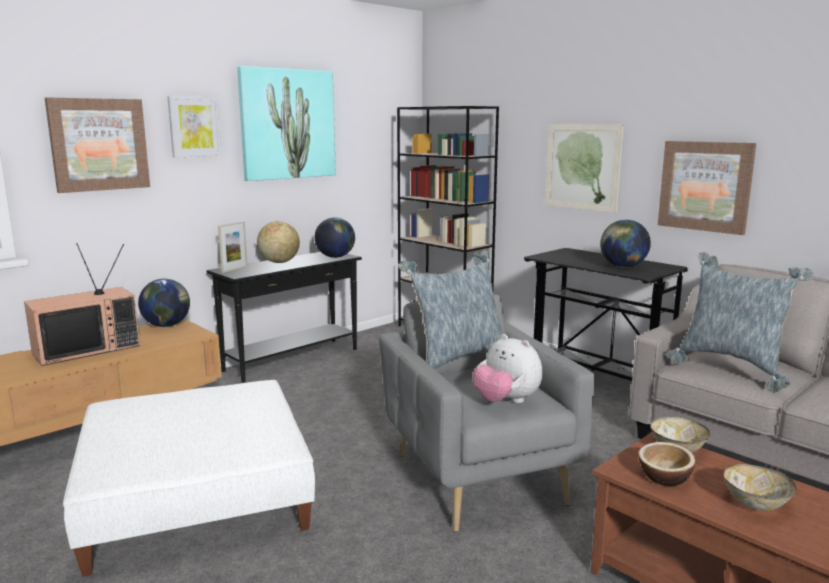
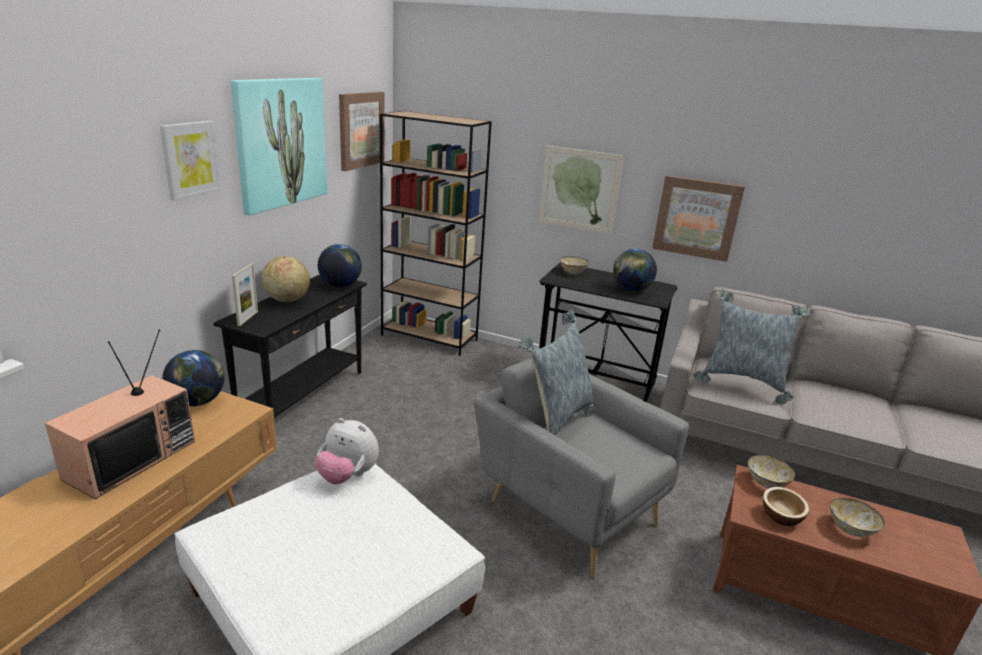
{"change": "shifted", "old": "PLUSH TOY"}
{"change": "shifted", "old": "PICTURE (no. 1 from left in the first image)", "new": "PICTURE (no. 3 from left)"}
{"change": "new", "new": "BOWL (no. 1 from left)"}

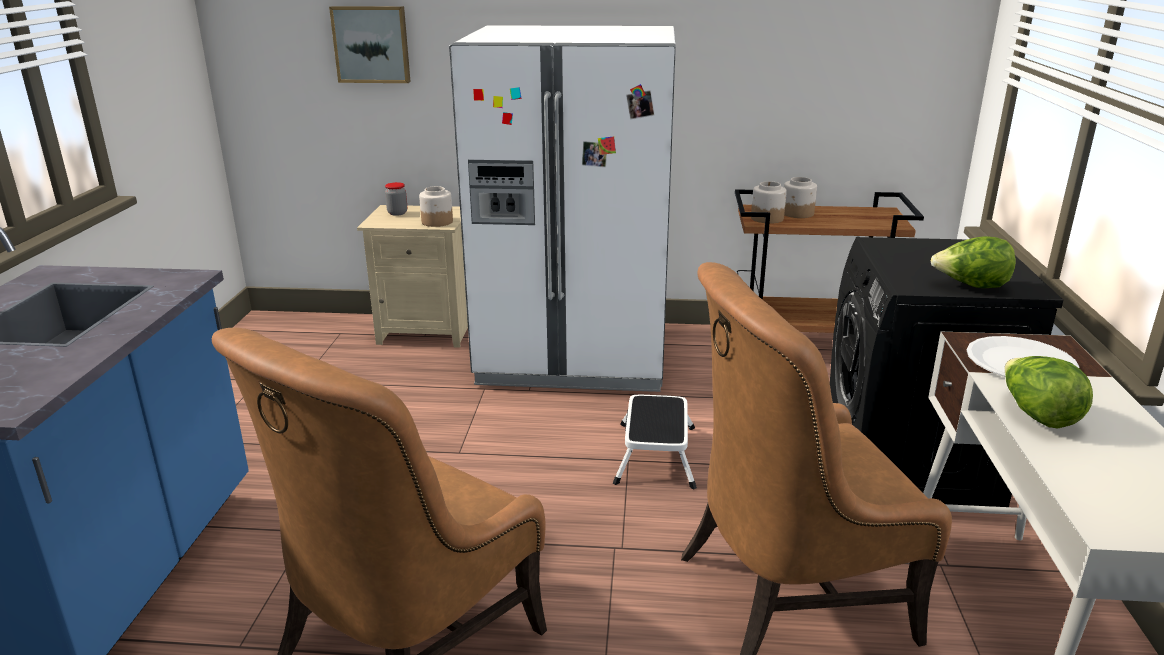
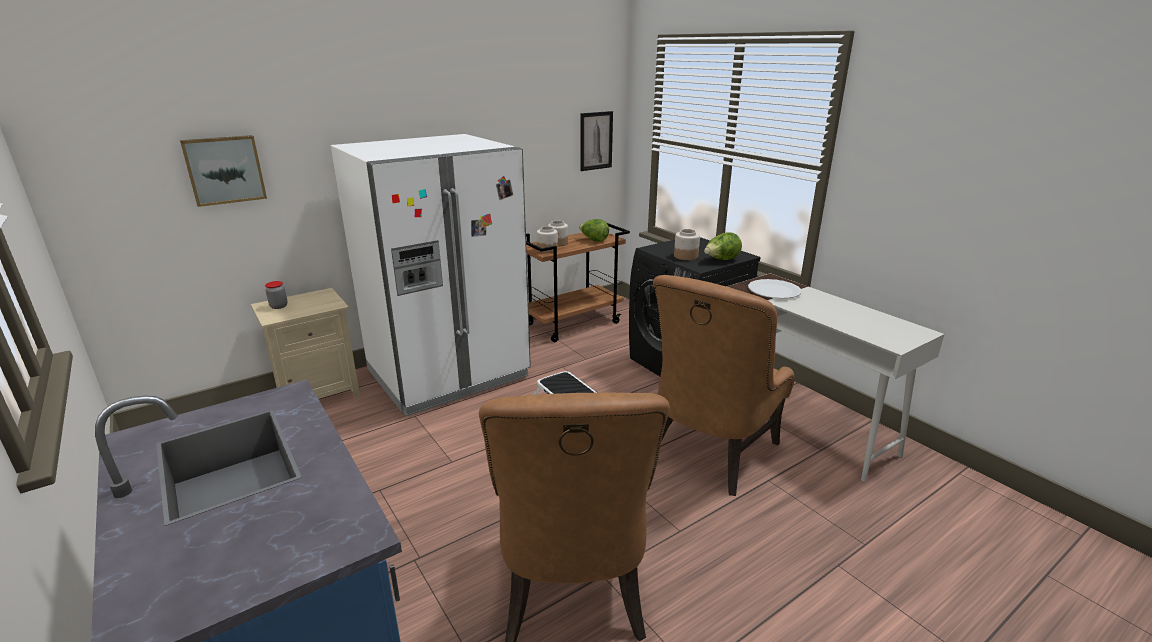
{"change": "shifted", "old": "LETTUCE (no. 2 from left in the first image)", "new": "LETTUCE (no. 1 from left)"}
{"change": "new", "new": "PICTURE (no. 2 from left)"}
{"change": "shifted", "old": "JAR (no. 2 from left in the first image)", "new": "JAR (no. 4 from left)"}

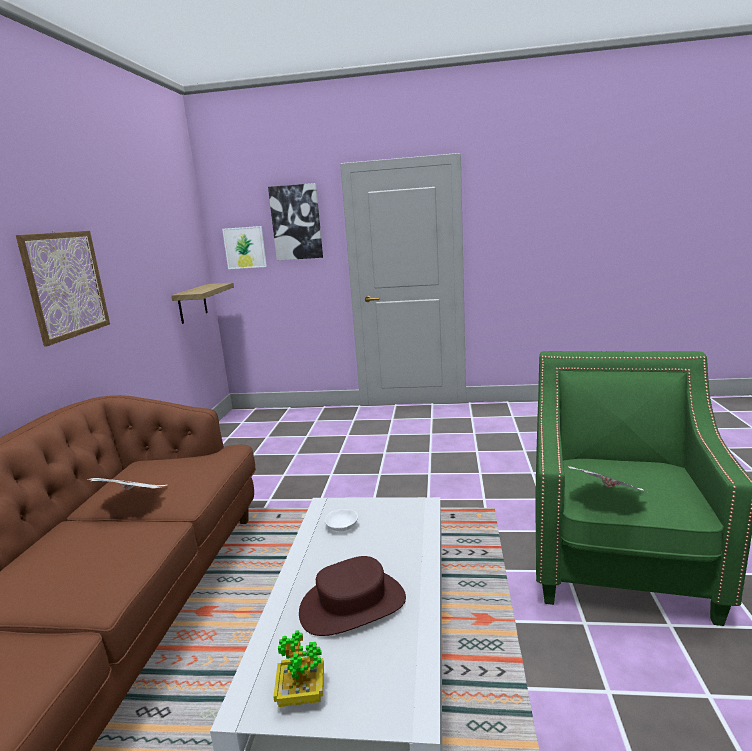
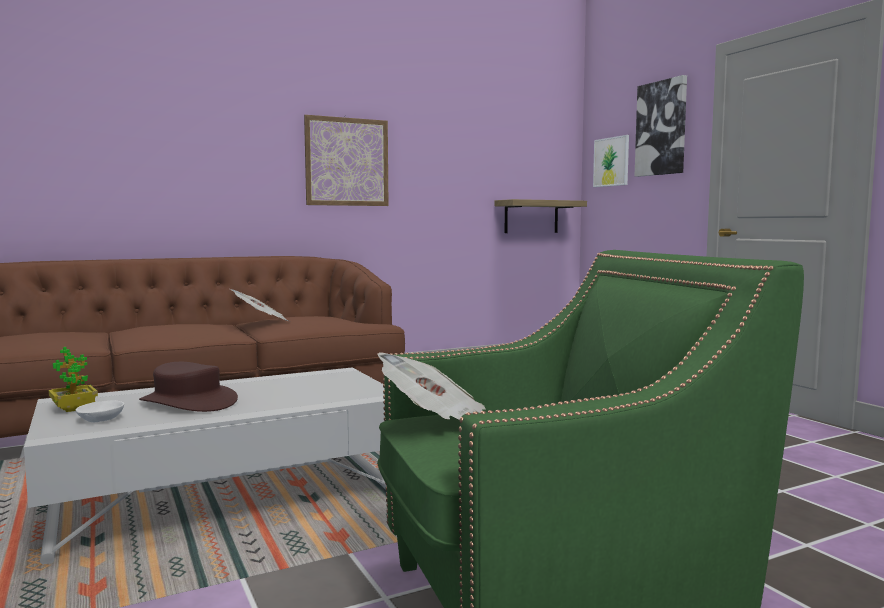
{"change": "shifted", "old": "WHITE BOWL"}

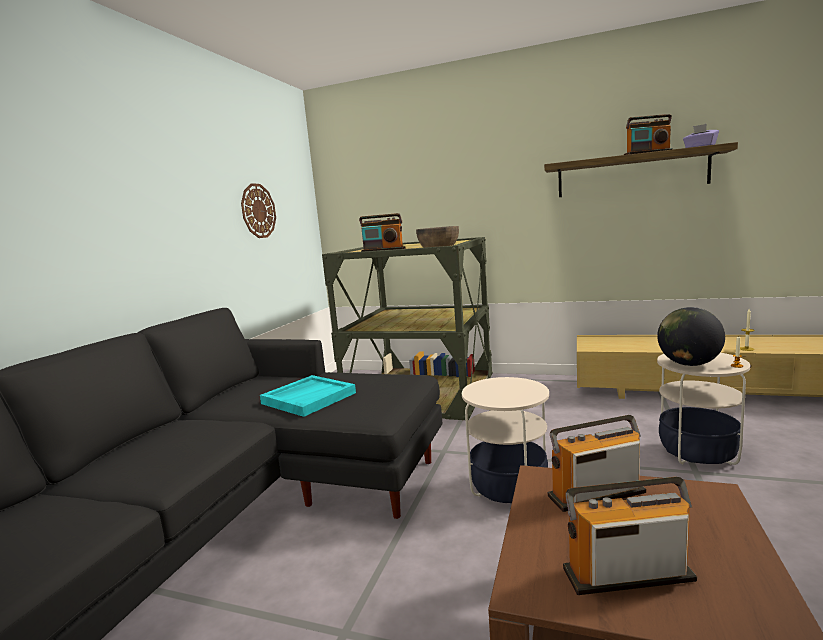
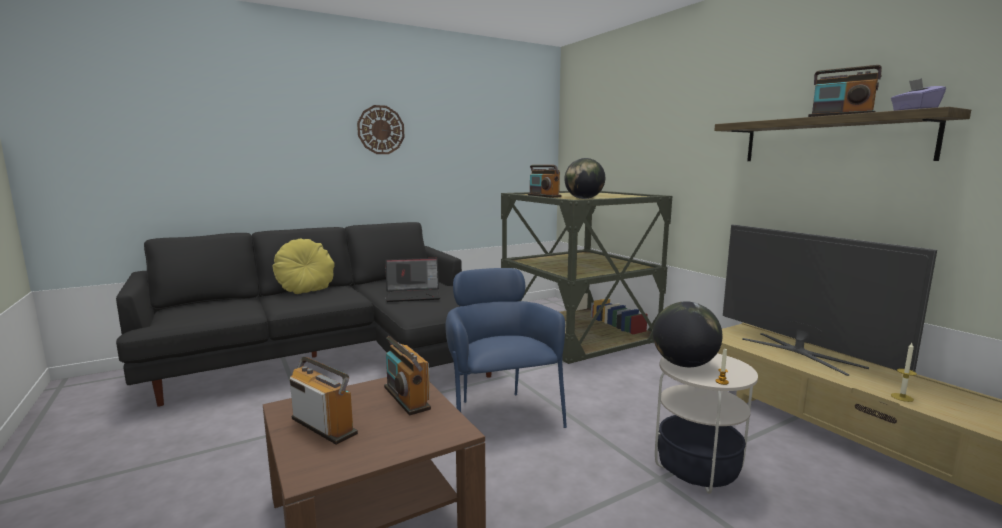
{"change": "new", "new": "YELLOW PILLOW"}
{"change": "shifted", "old": "WALL CLOCK"}
{"change": "rotated", "old": "RADIO (no. 2 from left)", "degrees": -150}
{"change": "swapped", "old": "TURQUOISE TRAY", "new": "LAPTOP"}
{"change": "swapped", "old": "BEIGE SIDE TABLE (no. 1 from left)", "new": "BLUE ARMCHAIR"}
{"change": "swapped", "old": "BROWN BOWL", "new": "GLOBE (no. 1 from left)"}
{"change": "new", "new": "TELEVISION"}

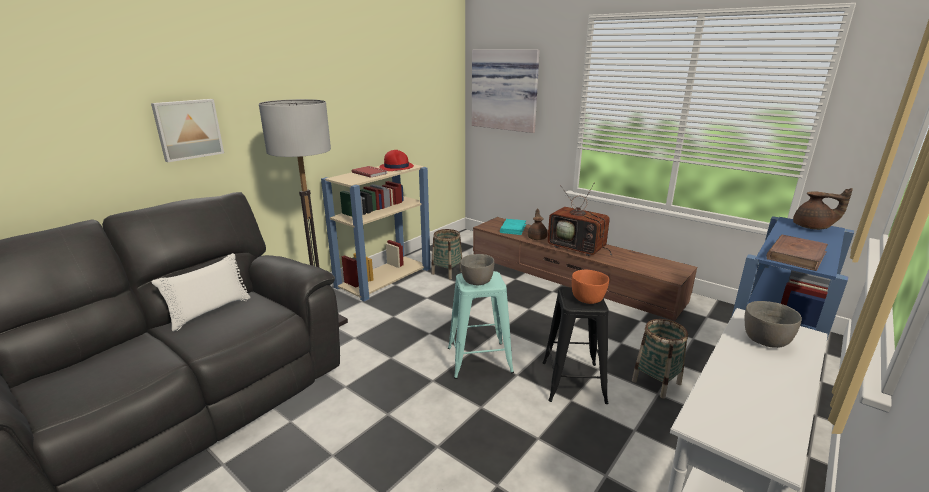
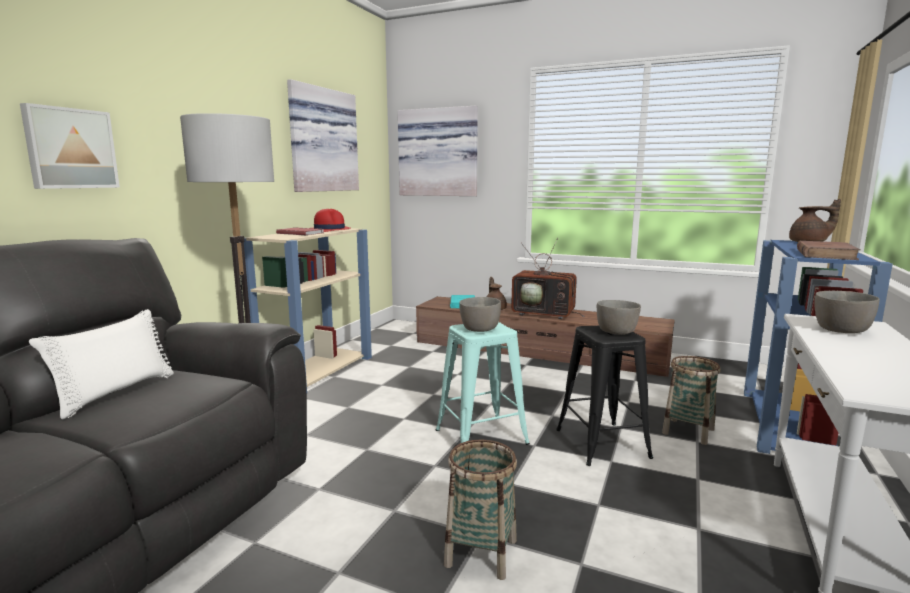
{"change": "new", "new": "PICTURE (no. 2 from left)"}
{"change": "shifted", "old": "BASKET (no. 1 from left)"}
{"change": "repainted", "old": "ORANGE BOWL", "new": "GREY BOWL (no. 2 from left)"}

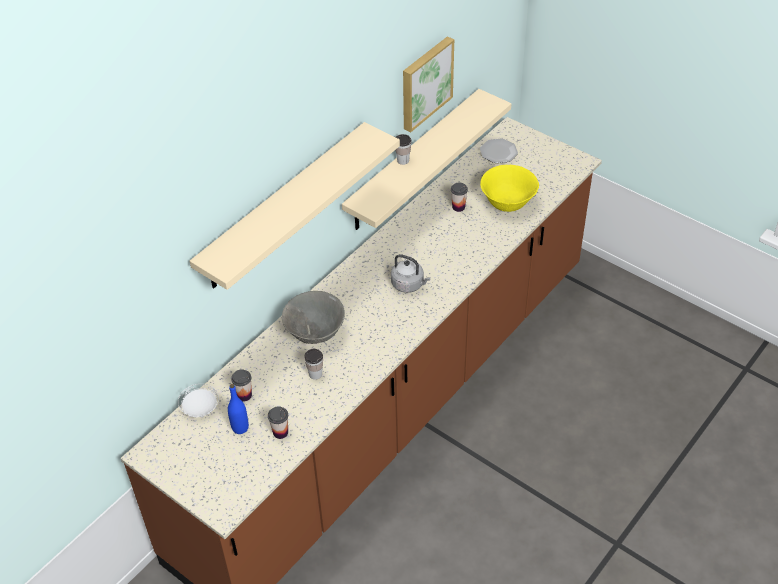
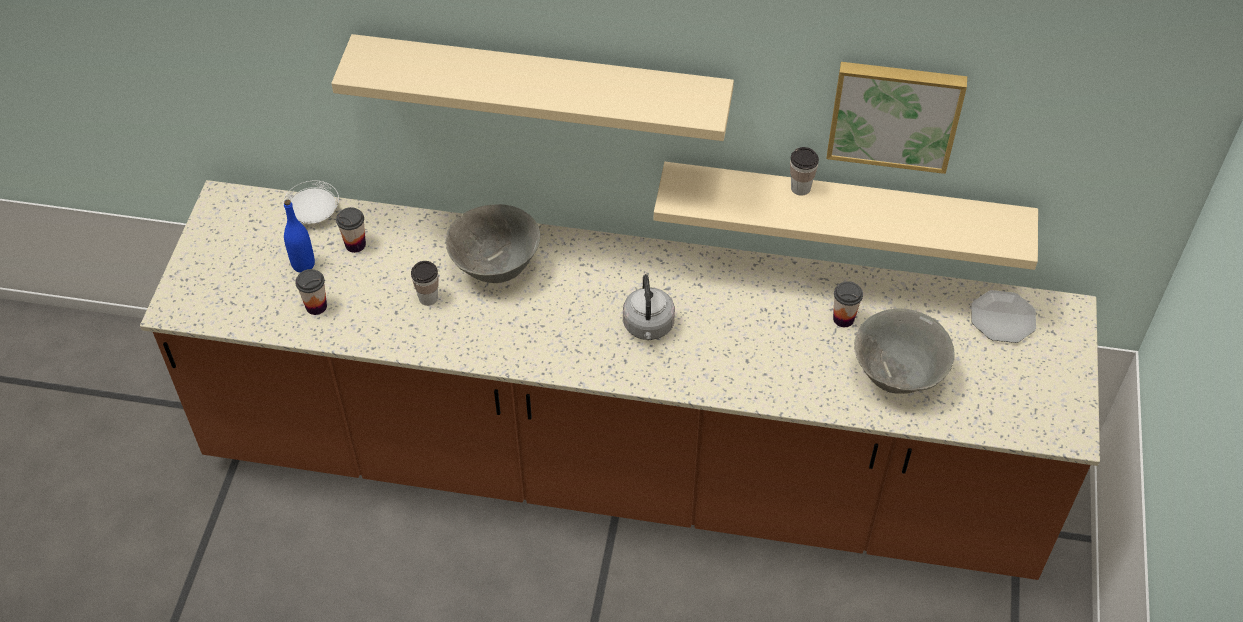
{"change": "repainted", "old": "YELLOW BOWL", "new": "GREY BOWL (no. 2 from left)"}

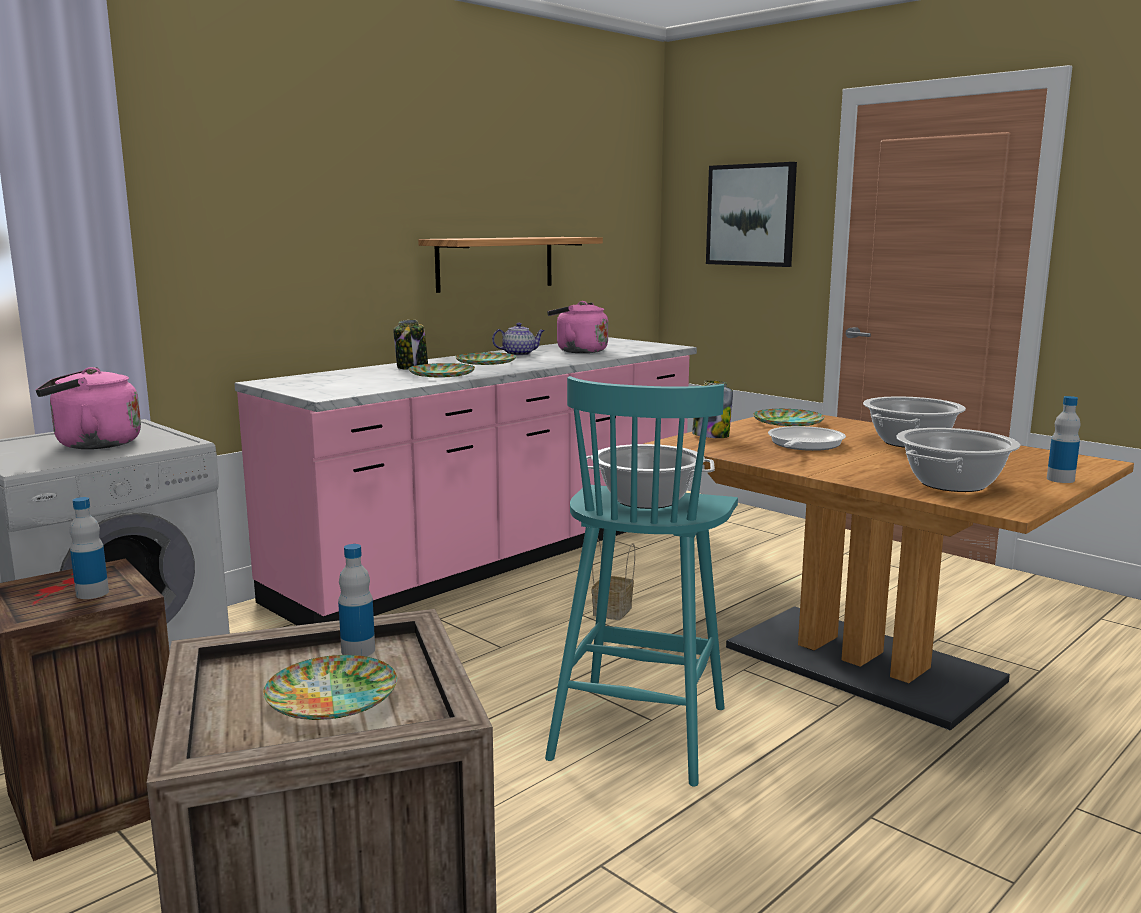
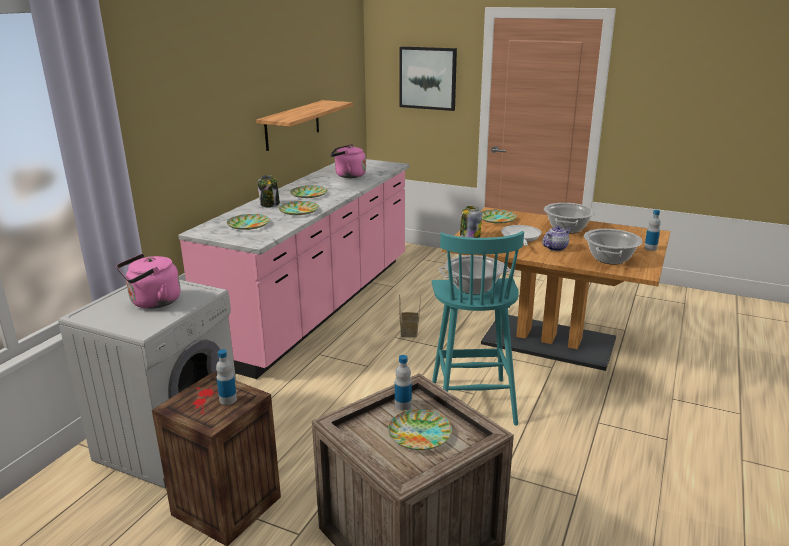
{"change": "new", "new": "PLATE (no. 1 from left)"}
{"change": "shifted", "old": "TEAPOT"}

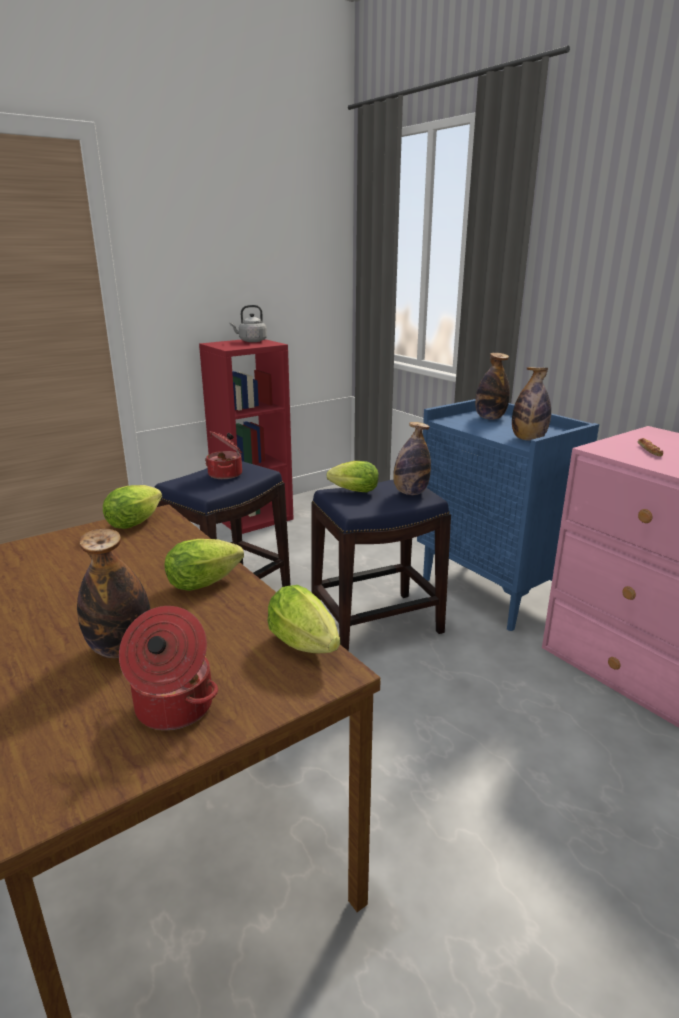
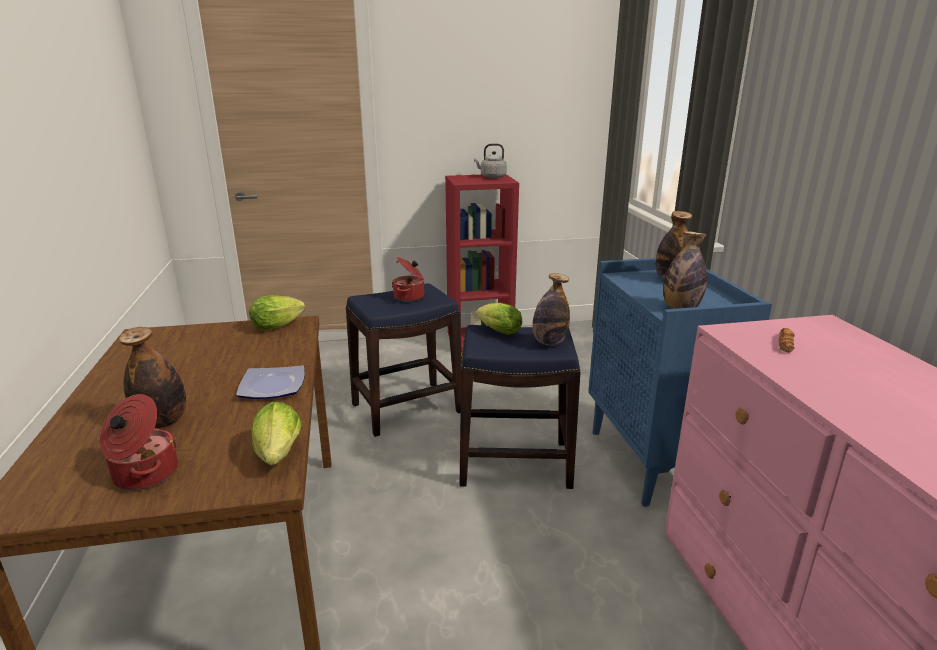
{"change": "swapped", "old": "LETTUCE (no. 2 from left)", "new": "PLATE"}

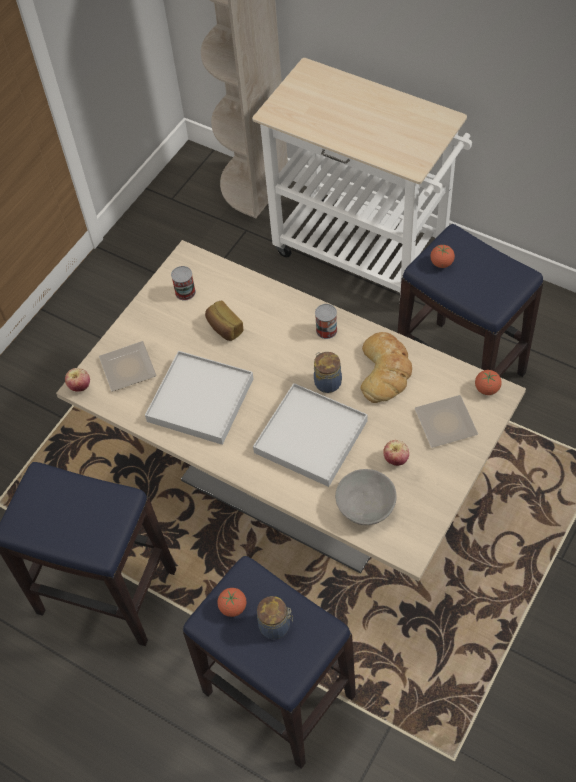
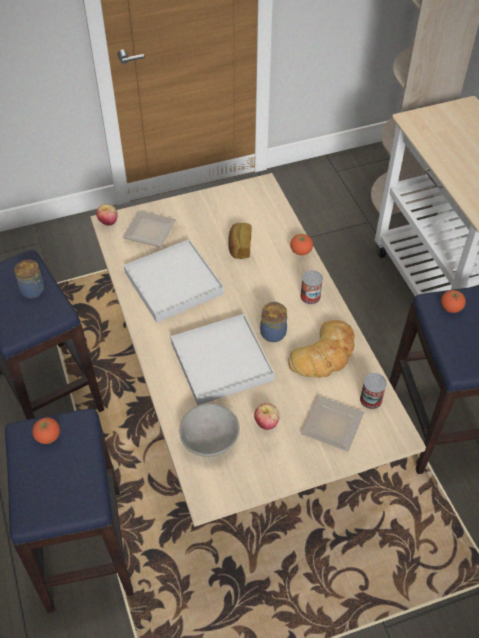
{"change": "shifted", "old": "JAR (no. 1 from left)"}
{"change": "shifted", "old": "TOMATO (no. 3 from left in the first image)", "new": "TOMATO (no. 2 from left)"}
{"change": "shifted", "old": "CAN (no. 1 from left in the first image)", "new": "CAN (no. 2 from left)"}

